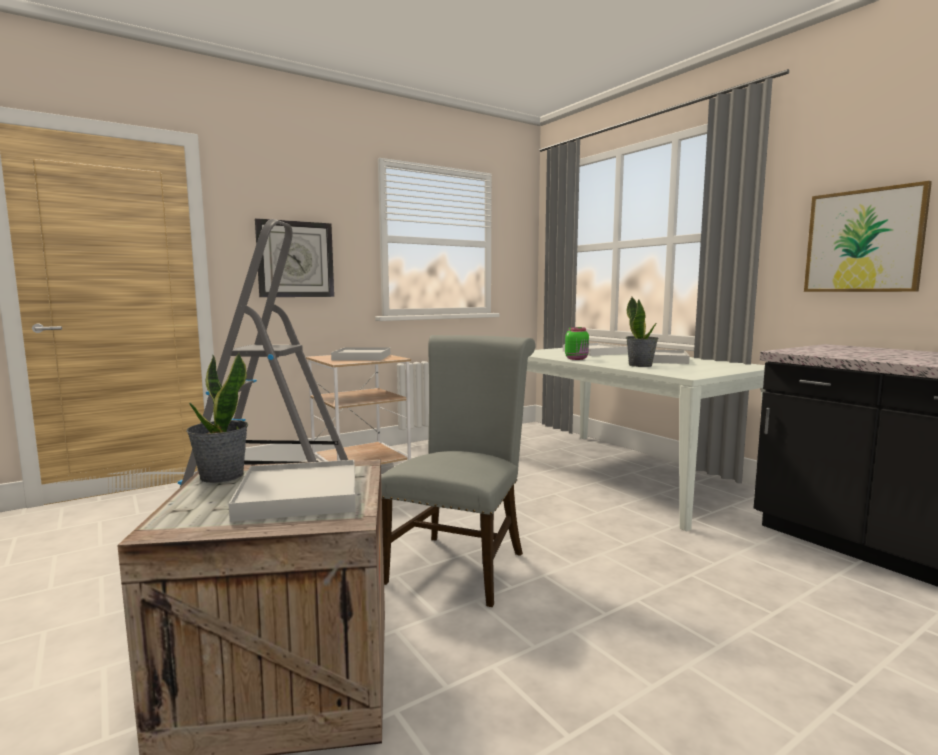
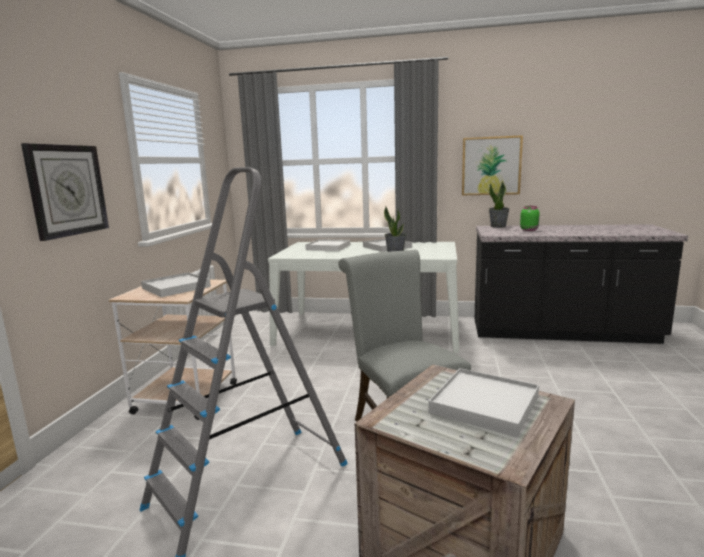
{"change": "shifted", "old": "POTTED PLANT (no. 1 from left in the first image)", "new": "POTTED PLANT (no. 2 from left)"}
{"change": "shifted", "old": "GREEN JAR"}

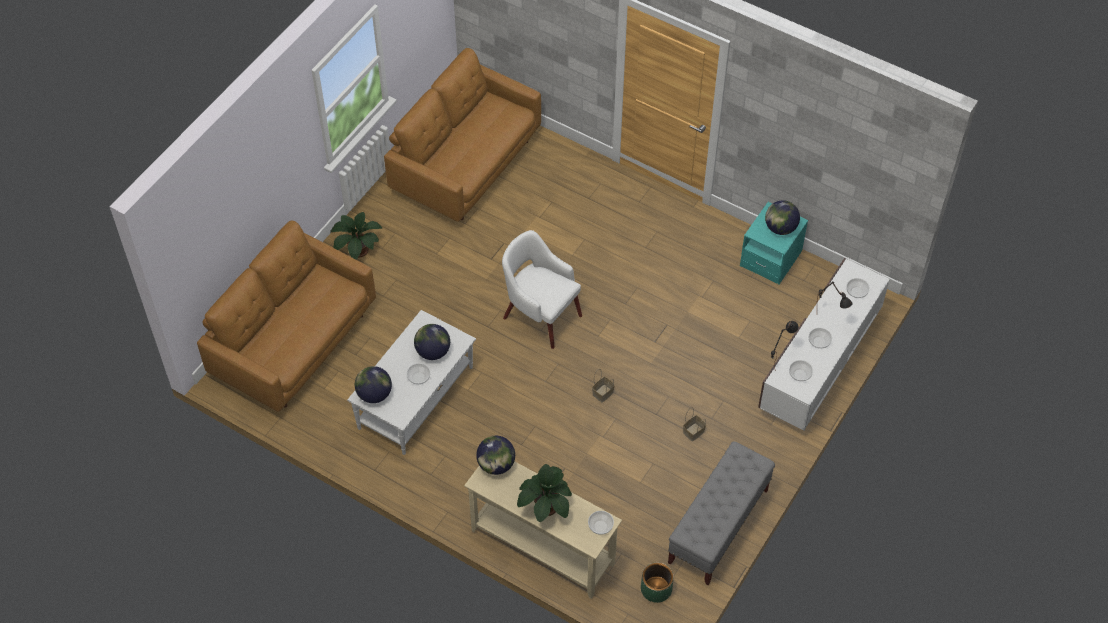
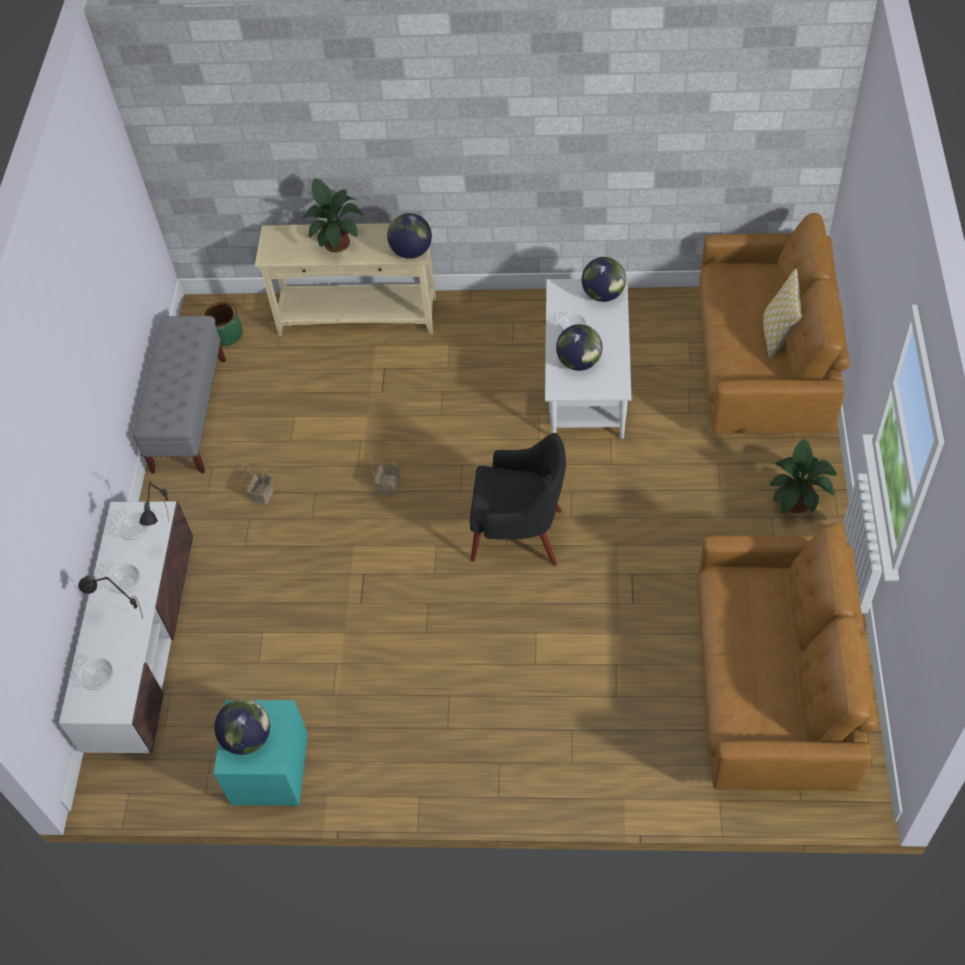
{"change": "repainted", "old": "WHITE ARMCHAIR", "new": "BLACK ARMCHAIR"}
{"change": "new", "new": "PILLOW"}
{"change": "gone", "old": "BOWL (no. 2 from left)"}

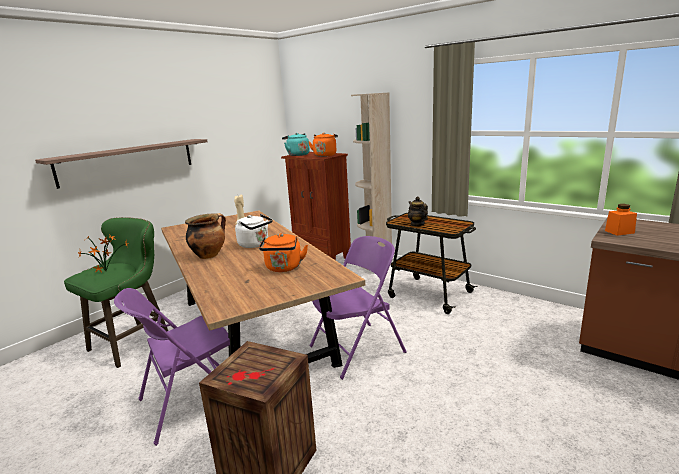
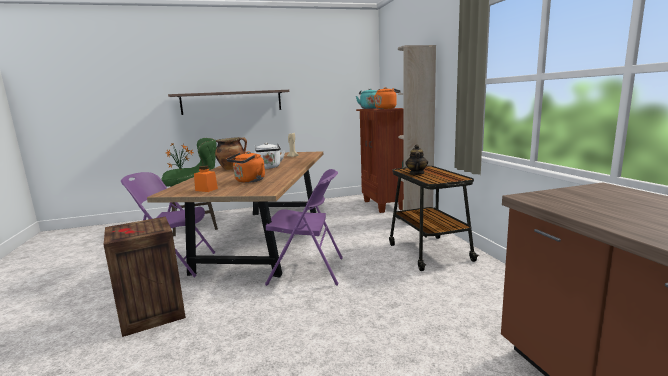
{"change": "shifted", "old": "ORANGE JAR"}

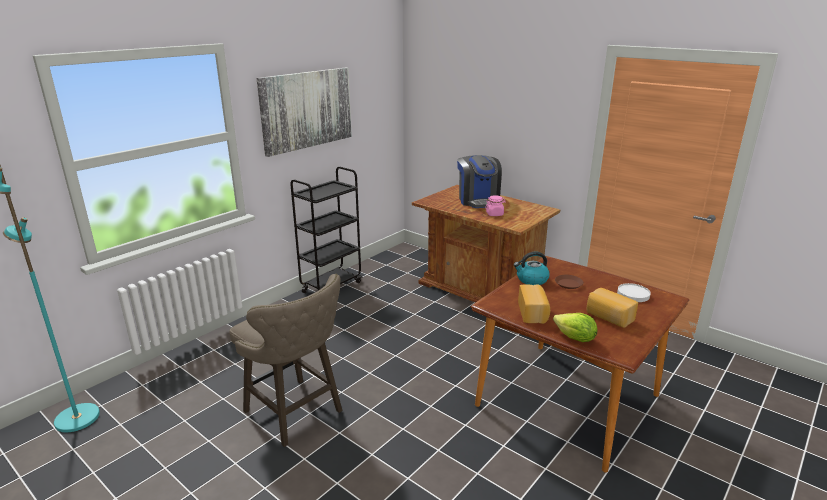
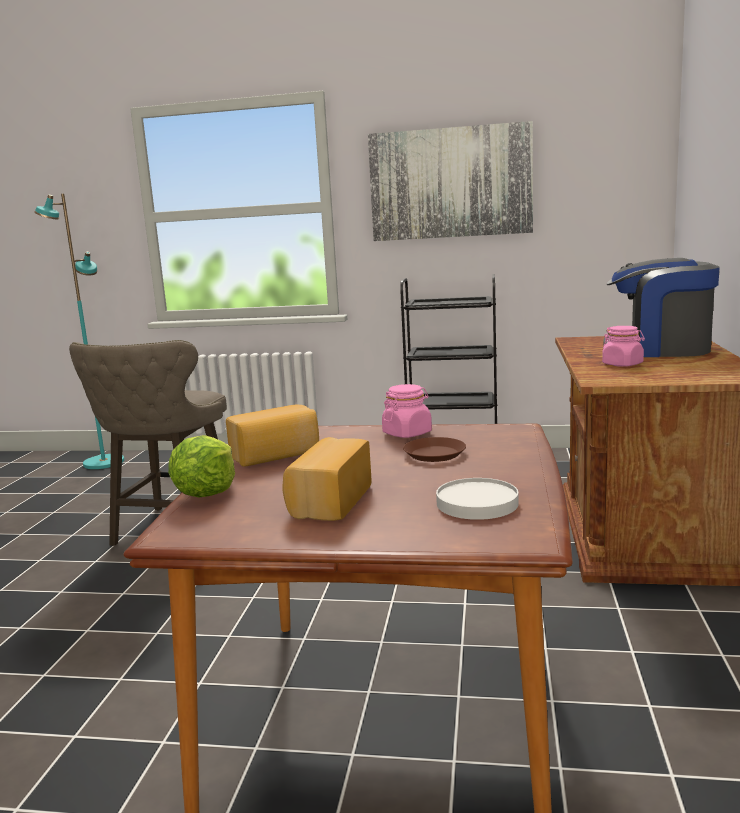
{"change": "swapped", "old": "KETTLE", "new": "PINK JAR (no. 1 from left)"}
{"change": "rotated", "old": "COFFEE MACHINE", "degrees": 60}

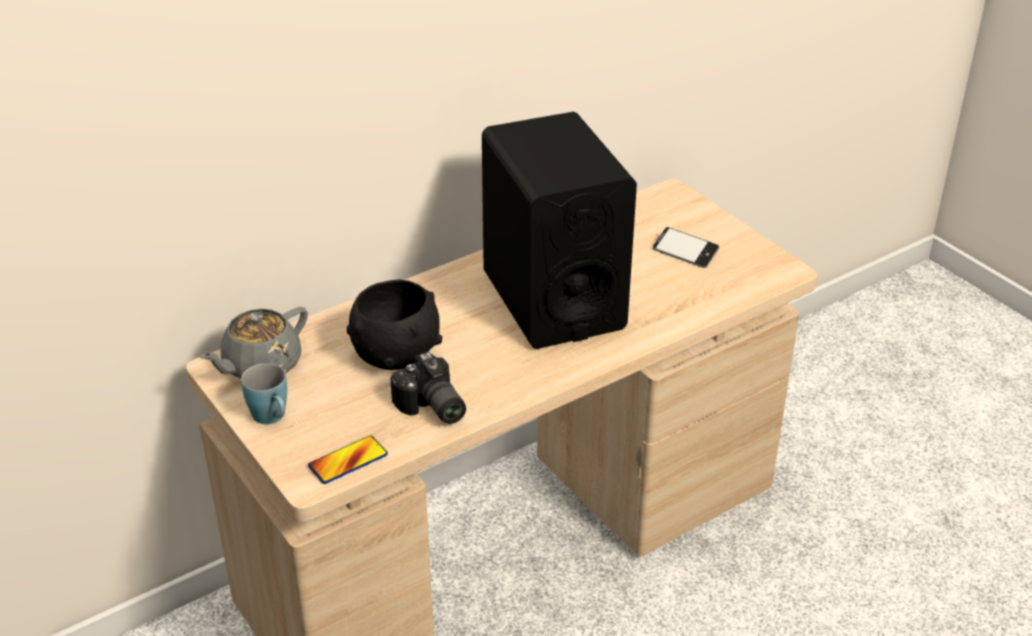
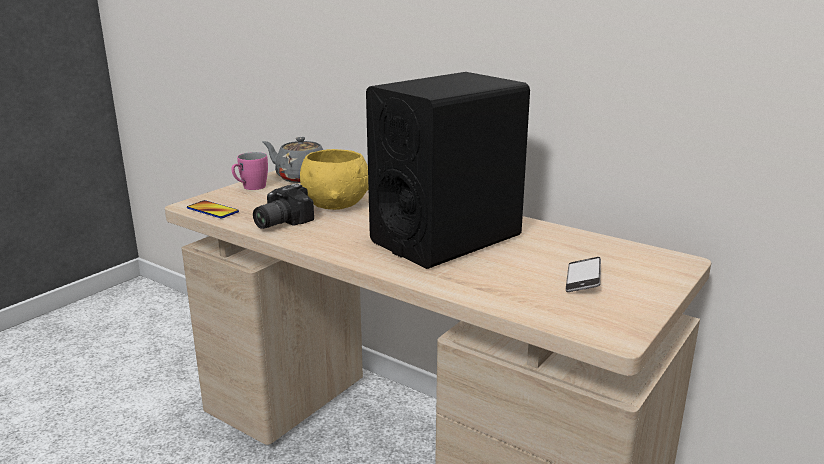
{"change": "repainted", "old": "BLUE MUG", "new": "PINK MUG"}
{"change": "repainted", "old": "BLACK BOWL", "new": "YELLOW BOWL"}

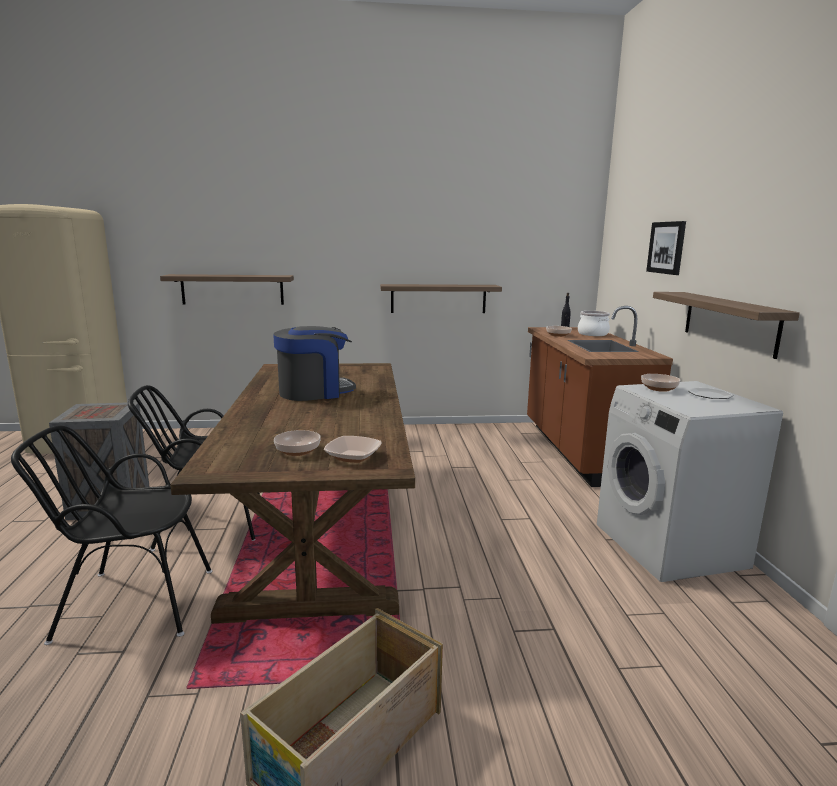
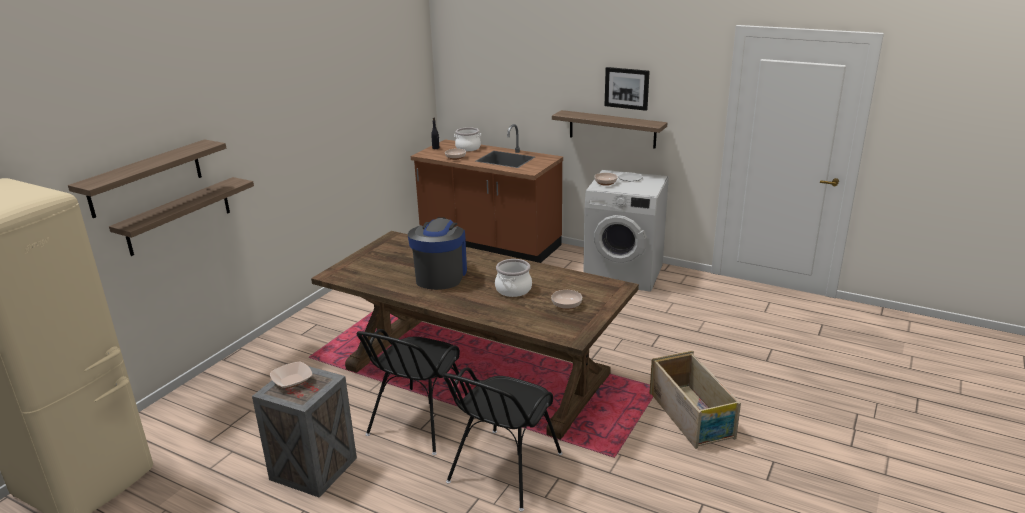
{"change": "shifted", "old": "SHELF (no. 2 from left in the first image)", "new": "SHELF (no. 1 from left)"}
{"change": "shifted", "old": "BOWL (no. 2 from left in the first image)", "new": "BOWL (no. 1 from left)"}
{"change": "new", "new": "COOKING POT (no. 2 from left)"}
{"change": "shifted", "old": "PICTURE"}

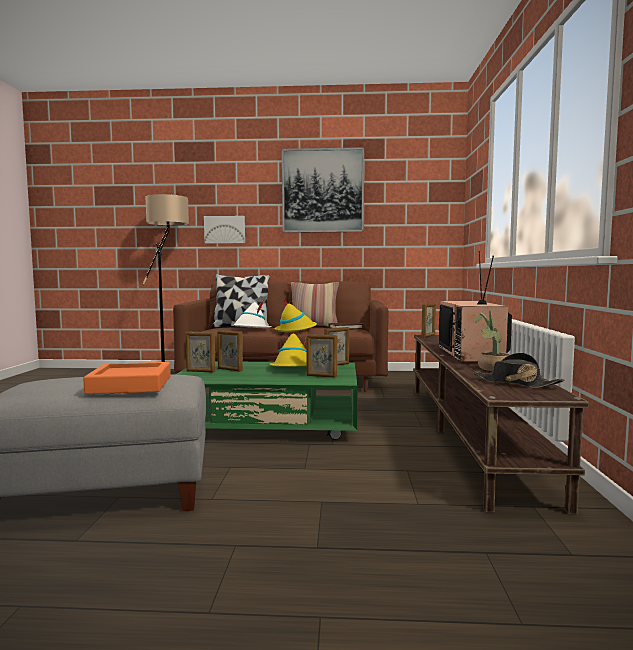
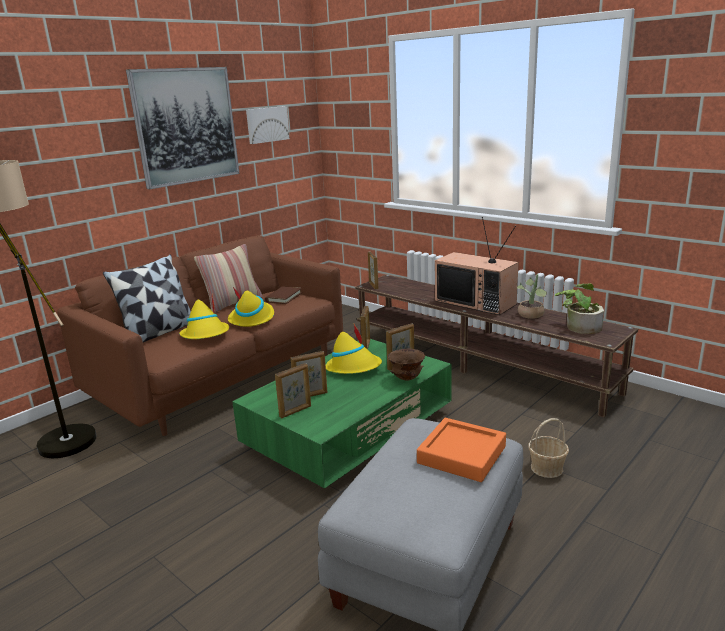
{"change": "repainted", "old": "WHITE HAT", "new": "YELLOW HAT (no. 1 from left)"}
{"change": "shifted", "old": "PICTURE (no. 1 from left in the first image)", "new": "PICTURE (no. 2 from left)"}
{"change": "new", "new": "BROWN BOWL"}
{"change": "new", "new": "BASKET"}
{"change": "swapped", "old": "BLACK HAT", "new": "POTTED PLANT (no. 2 from left)"}

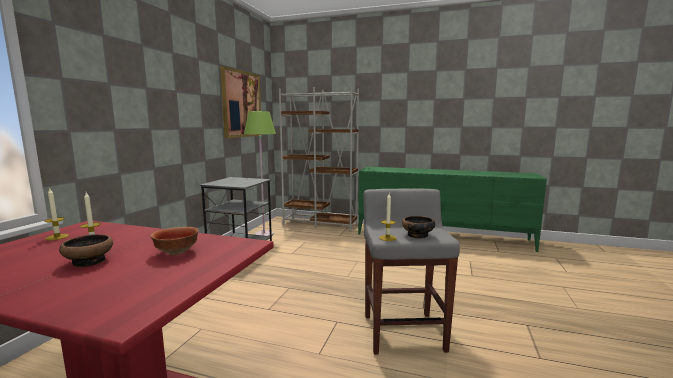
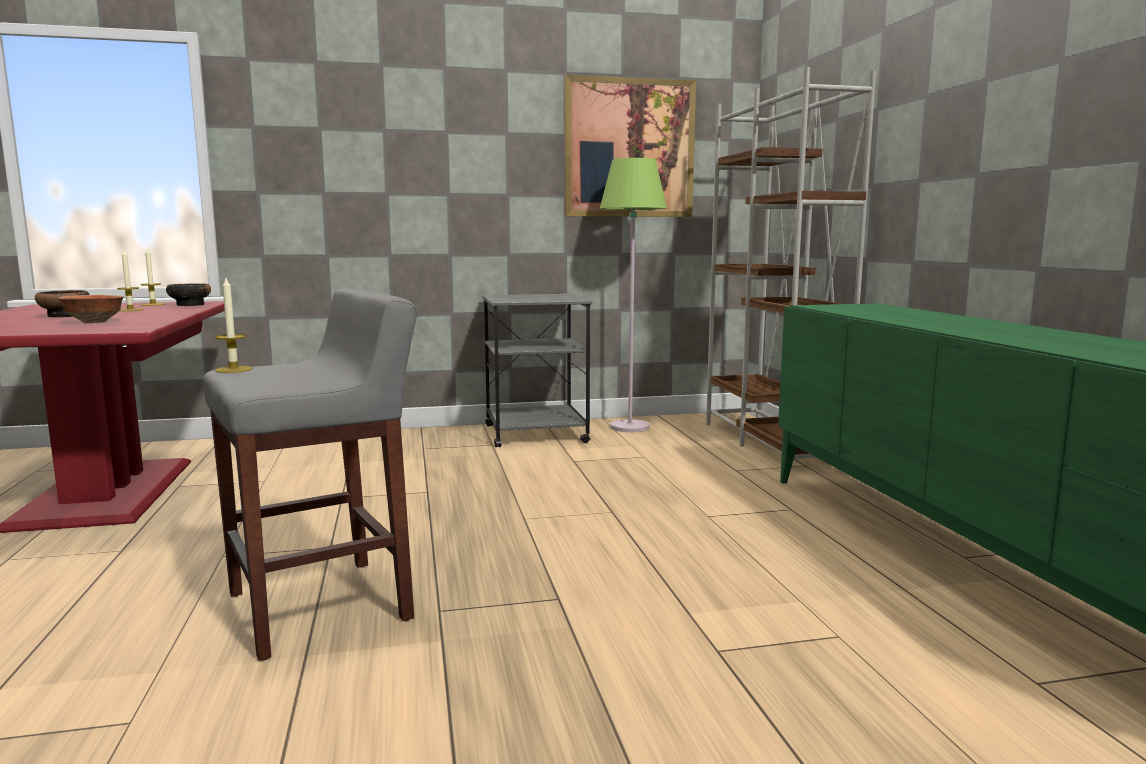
{"change": "shifted", "old": "BOWL (no. 3 from left)"}

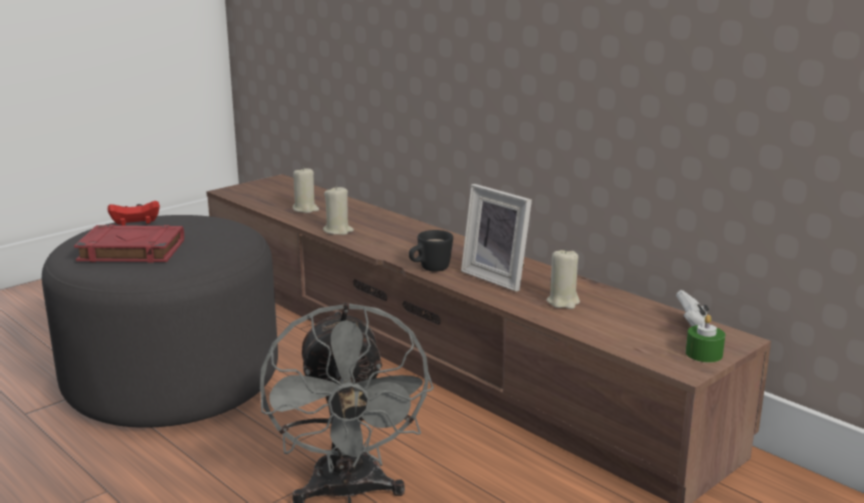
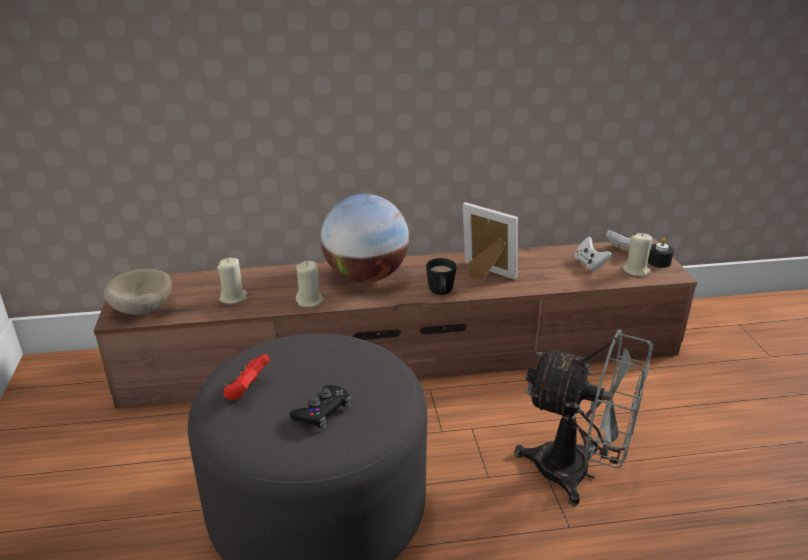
{"change": "new", "new": "BEIGE BOWL"}
{"change": "swapped", "old": "RED BOOK", "new": "BLACK GAME CONTROLLER"}
{"change": "new", "new": "GLOBE"}
{"change": "rotated", "old": "PICTURE FRAME", "degrees": -135}
{"change": "new", "new": "WHITE GAME CONTROLLER (no. 1 from left)"}
{"change": "shifted", "old": "BEIGE CANDLE (no. 3 from left)"}
{"change": "repainted", "old": "GREEN CANDLE", "new": "BLACK CANDLE"}

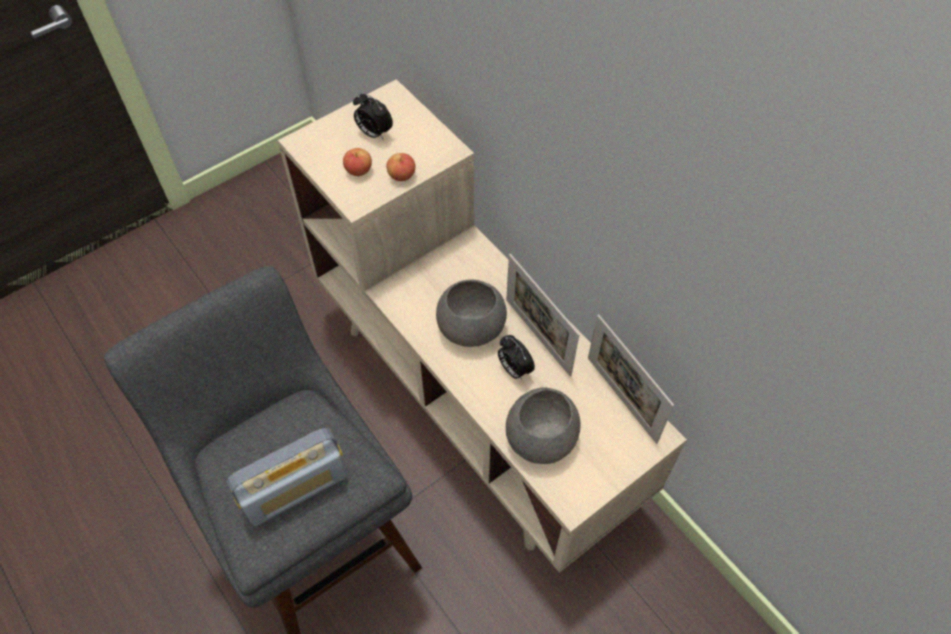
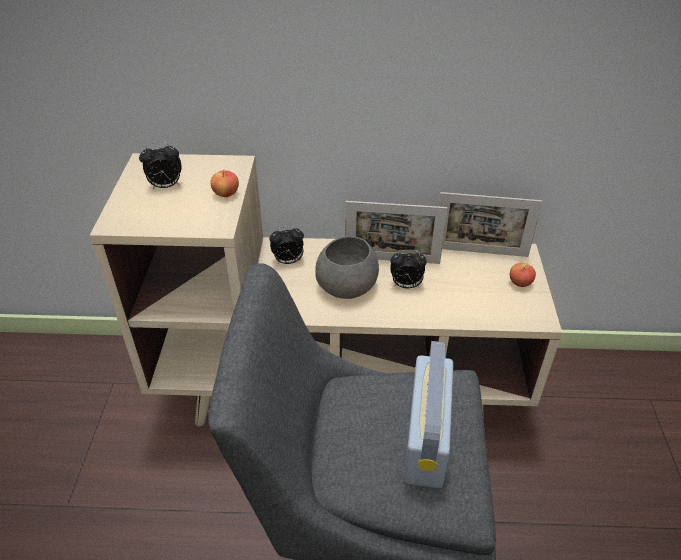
{"change": "new", "new": "ALARM CLOCK (no. 2 from left)"}
{"change": "shifted", "old": "APPLE (no. 1 from left in the first image)", "new": "APPLE (no. 2 from left)"}
{"change": "gone", "old": "GREY BOWL (no. 2 from left)"}

